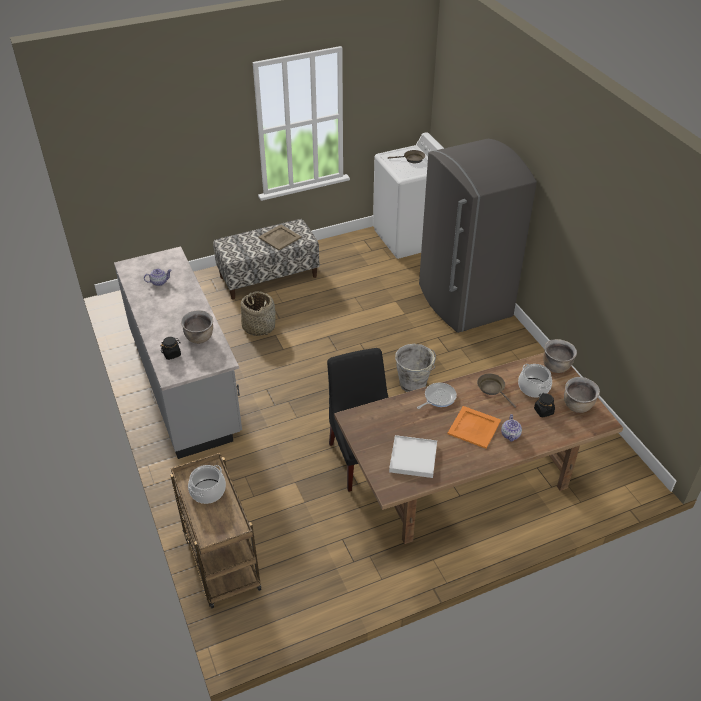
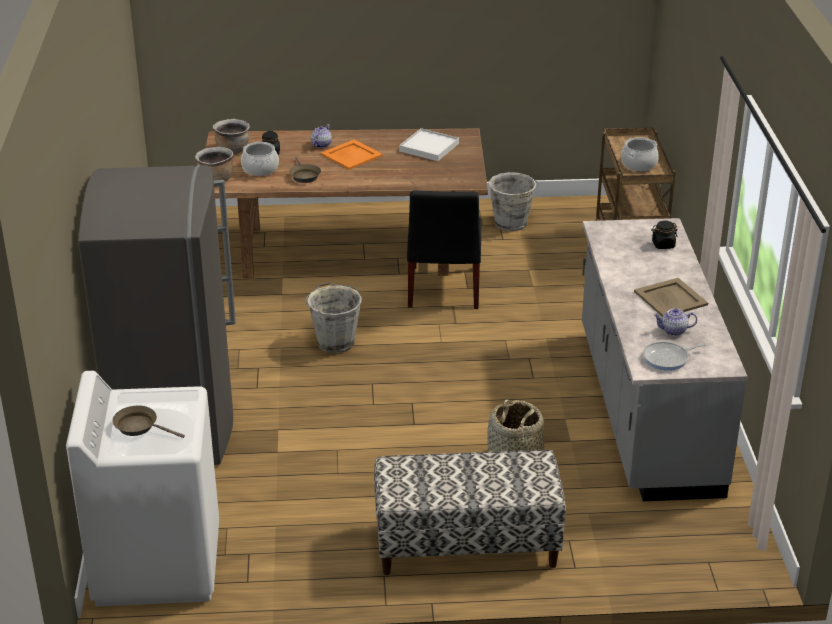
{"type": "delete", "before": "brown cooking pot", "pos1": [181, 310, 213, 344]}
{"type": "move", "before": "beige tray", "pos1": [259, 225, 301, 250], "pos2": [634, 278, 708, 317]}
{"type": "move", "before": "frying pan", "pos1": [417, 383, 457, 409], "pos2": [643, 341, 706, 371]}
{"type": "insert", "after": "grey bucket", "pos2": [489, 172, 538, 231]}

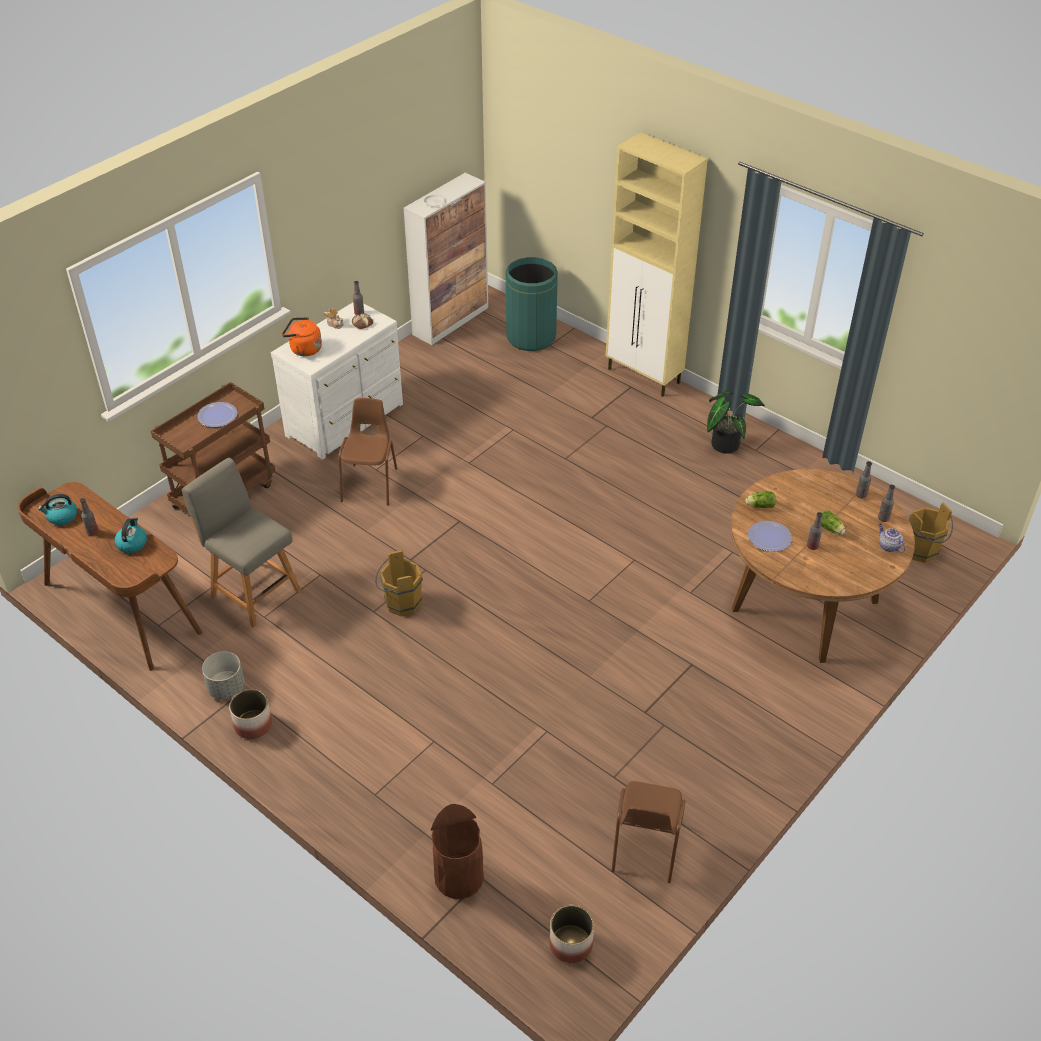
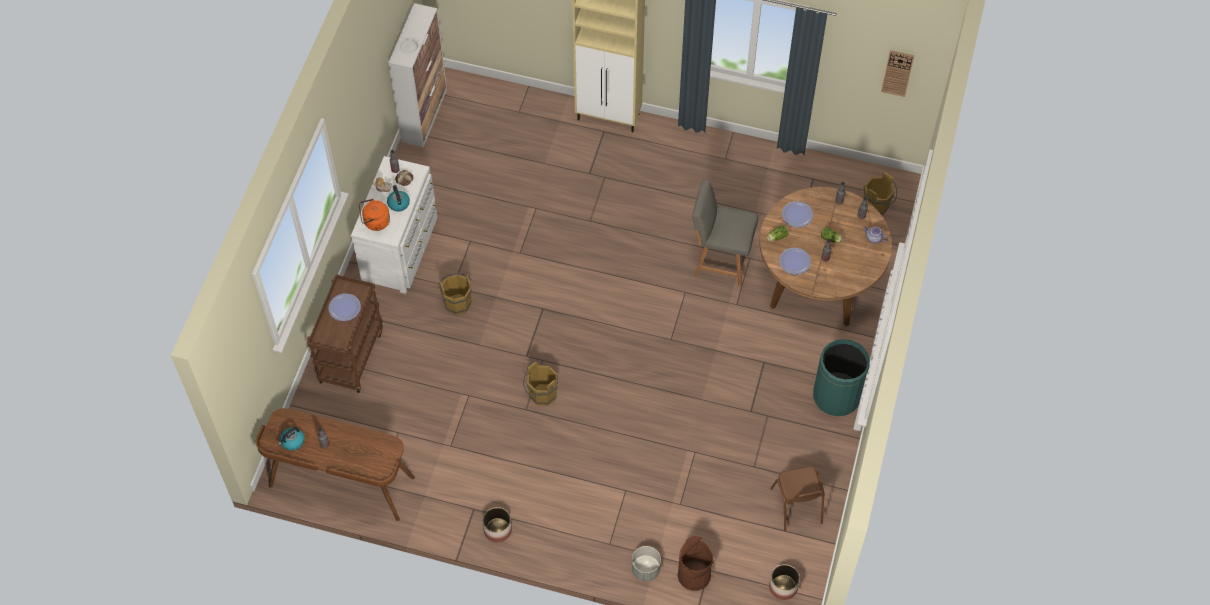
{"type": "move", "before": "kettle", "pos1": [115, 517, 147, 553], "pos2": [387, 185, 410, 212]}
{"type": "move", "before": "grey chair", "pos1": [182, 458, 301, 627], "pos2": [692, 179, 758, 286]}
{"type": "move", "before": "grey planter", "pos1": [202, 652, 245, 700], "pos2": [632, 546, 661, 582]}
{"type": "replace", "before": "brown chair", "after": "brown bucket", "pos1": [338, 398, 397, 506], "pos2": [438, 273, 472, 315]}
{"type": "move", "before": "green trash can", "pos1": [506, 257, 558, 351], "pos2": [813, 339, 870, 416]}
{"type": "delete", "before": "potted plant", "pos1": [707, 391, 765, 454]}
{"type": "insert", "after": "plate", "pos2": [782, 201, 813, 228]}
{"type": "insert", "after": "wall clock", "pos2": [881, 50, 914, 97]}

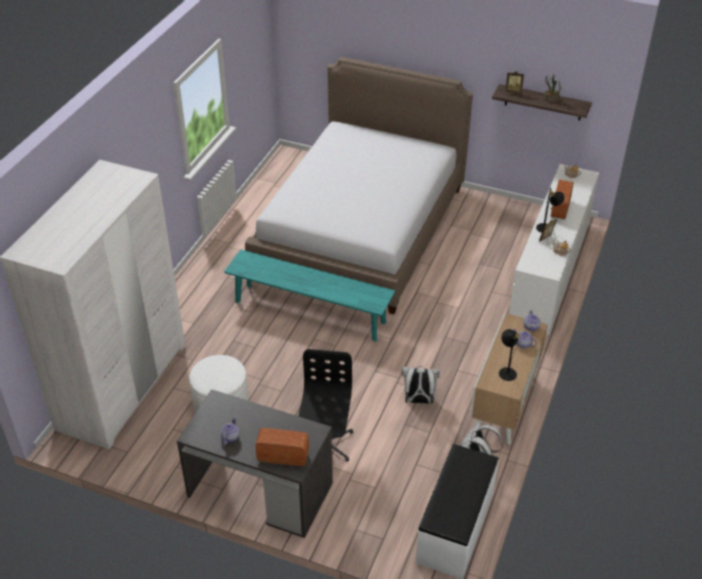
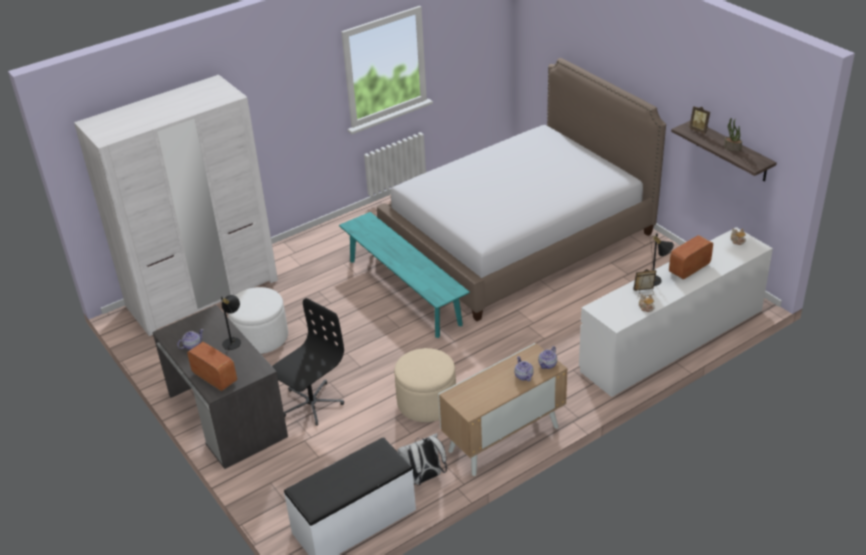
{"type": "replace", "before": "white backpack", "after": "beige ottoman", "pos1": [402, 366, 440, 404], "pos2": [394, 348, 456, 422]}
{"type": "move", "before": "black table lamp", "pos1": [499, 329, 520, 381], "pos2": [221, 295, 241, 350]}

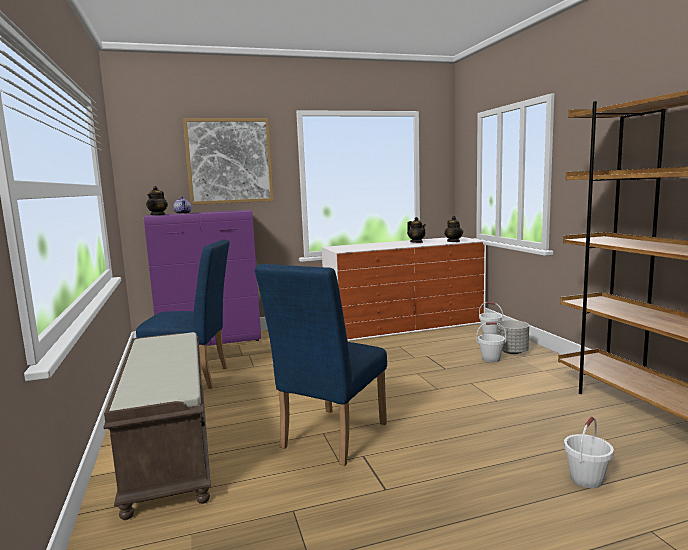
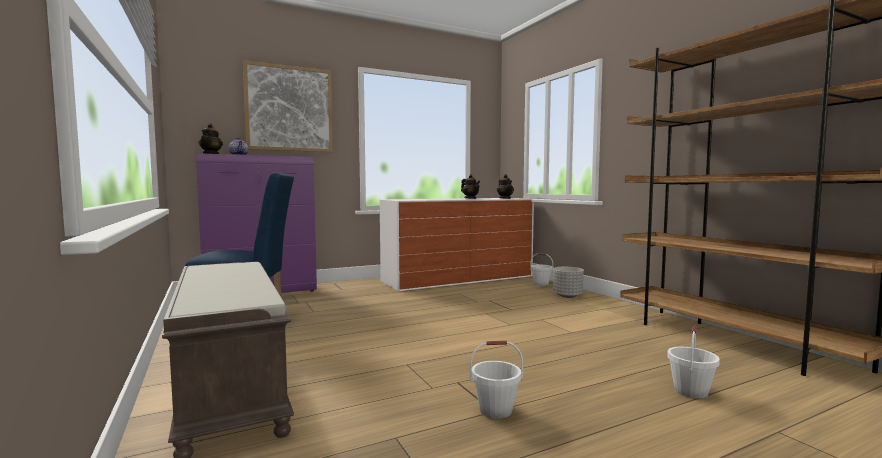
{"type": "delete", "before": "blue chair", "pos1": [255, 264, 387, 466]}
{"type": "move", "before": "white bucket", "pos1": [477, 322, 506, 362], "pos2": [469, 341, 523, 419]}

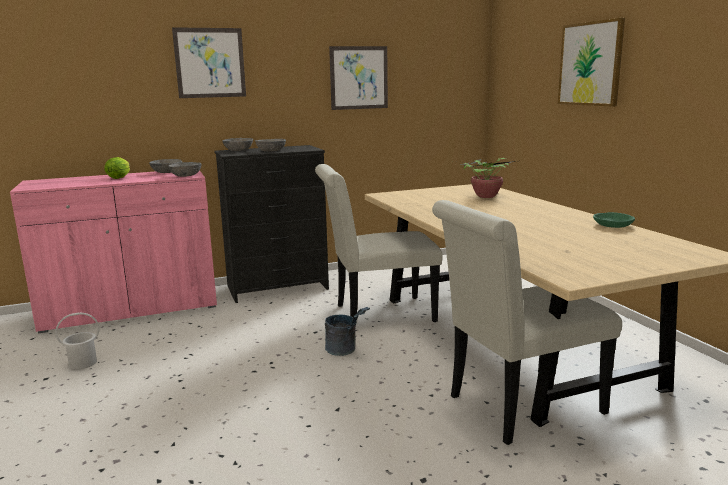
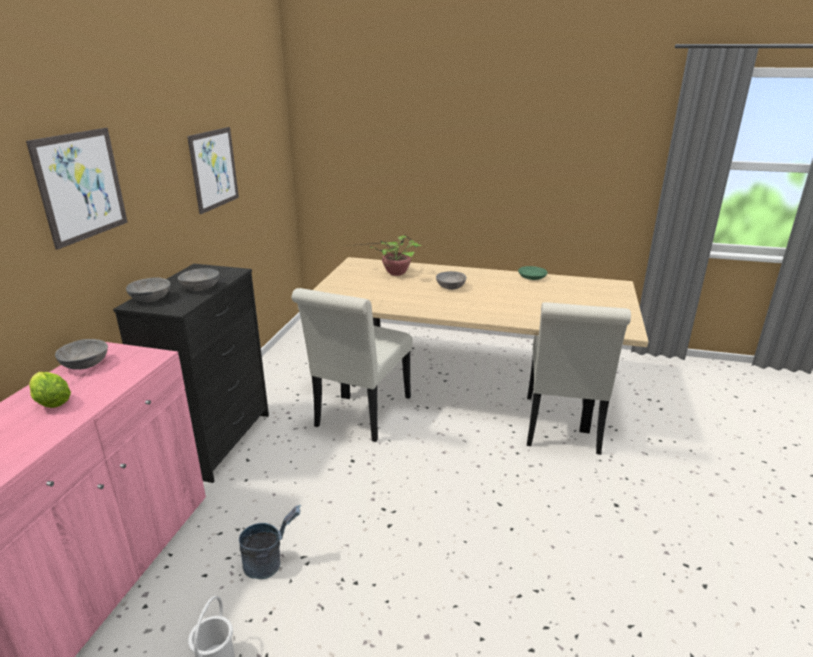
{"type": "move", "before": "grey bowl", "pos1": [168, 162, 201, 177], "pos2": [436, 271, 467, 290]}
{"type": "move", "before": "grey bucket", "pos1": [325, 307, 370, 356], "pos2": [239, 505, 301, 579]}
{"type": "delete", "before": "picture", "pos1": [558, 18, 625, 106]}

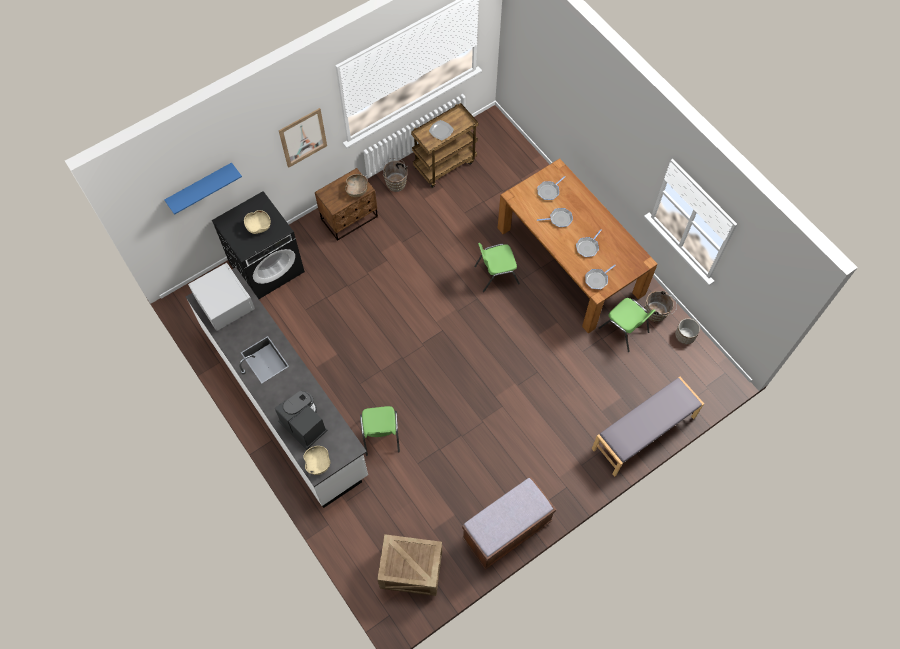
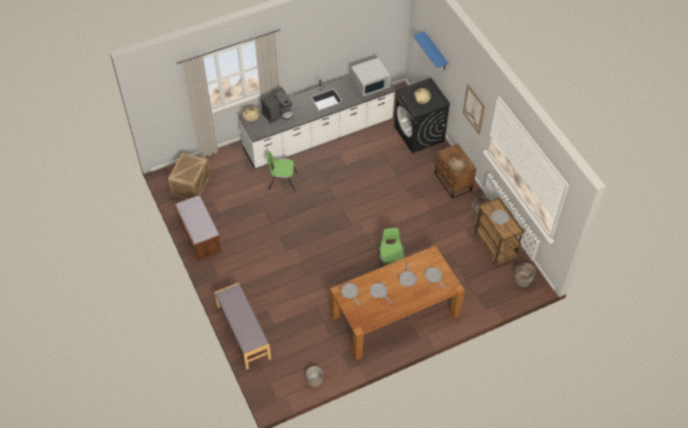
{"type": "delete", "before": "green chair", "pos1": [599, 298, 656, 352]}
{"type": "move", "before": "brown bucket", "pos1": [645, 291, 677, 322], "pos2": [514, 263, 536, 287]}

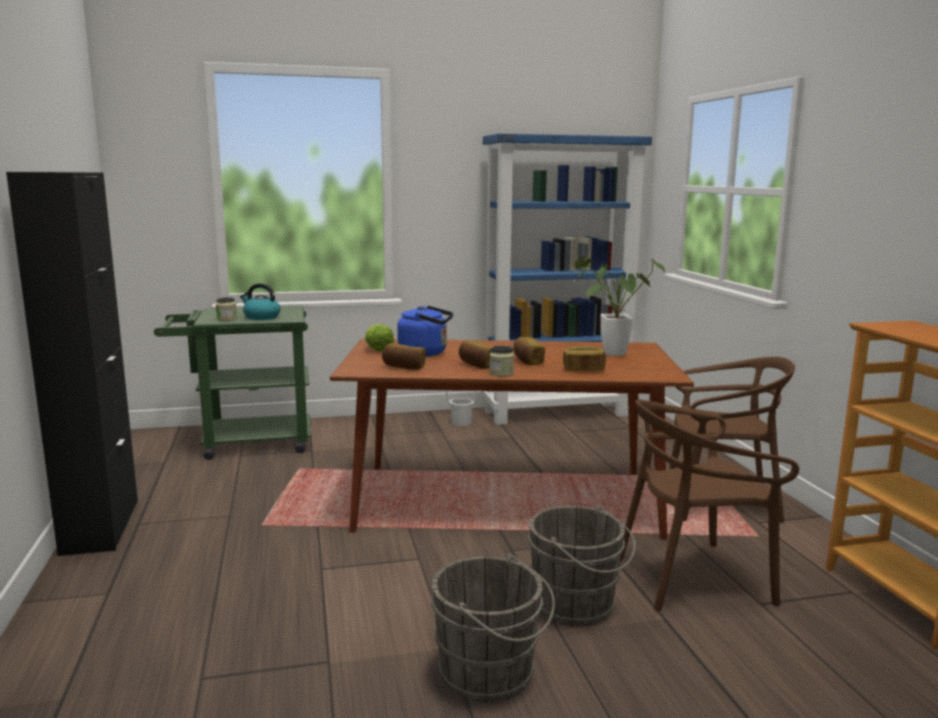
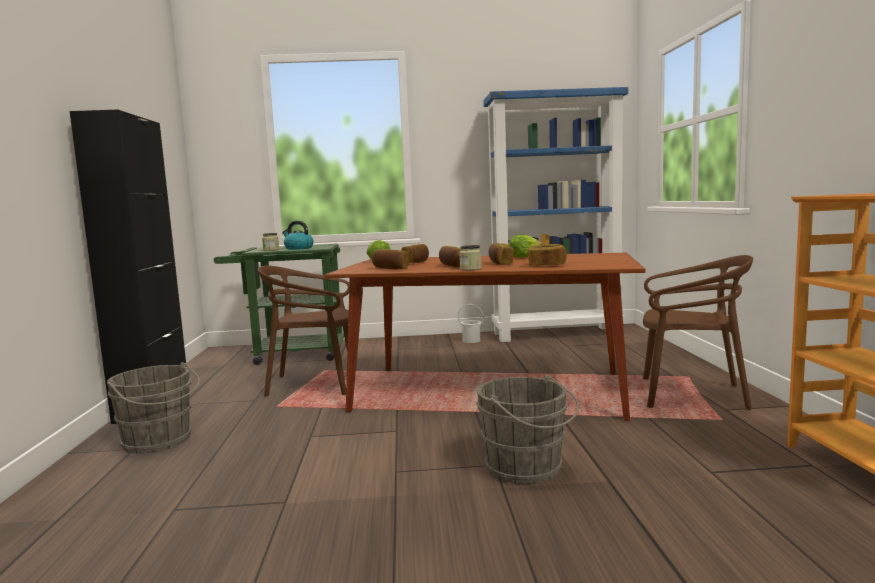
{"type": "replace", "before": "blue kettle", "after": "bread", "pos1": [397, 306, 453, 357], "pos2": [402, 244, 429, 263]}
{"type": "move", "before": "grey bucket", "pos1": [431, 554, 555, 703], "pos2": [107, 362, 200, 454]}
{"type": "delete", "before": "potted plant", "pos1": [574, 256, 666, 356]}
{"type": "move", "before": "brown chair", "pos1": [620, 399, 799, 611], "pos2": [258, 265, 357, 397]}
{"type": "insert", "after": "lettuce", "pos2": [508, 235, 541, 258]}

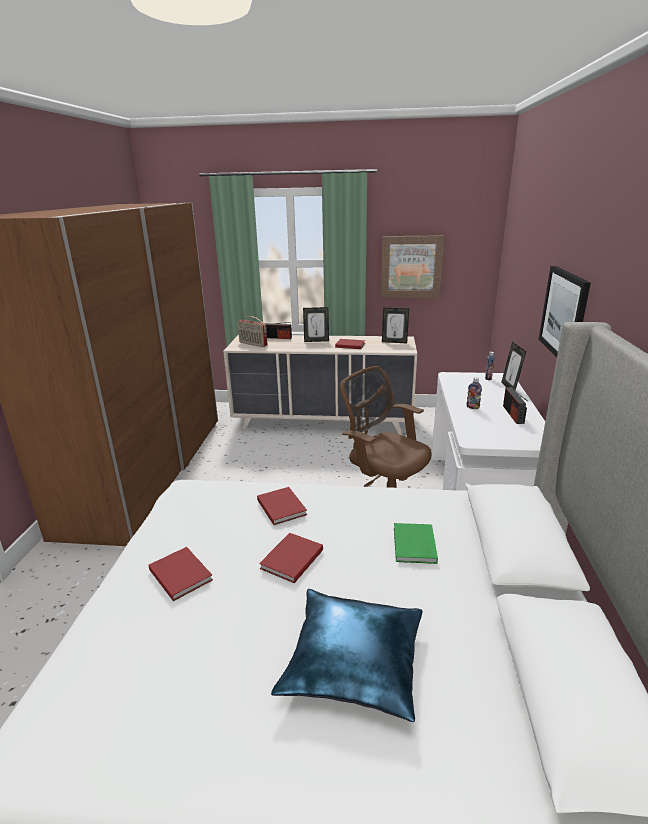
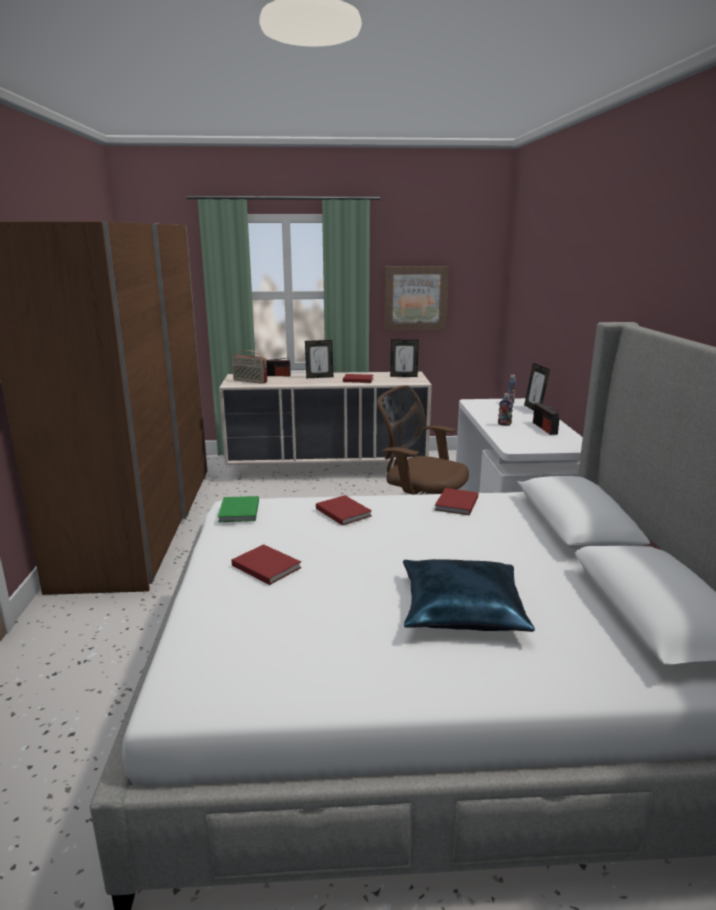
{"type": "move", "before": "red book", "pos1": [259, 533, 323, 583], "pos2": [435, 488, 478, 515]}
{"type": "move", "before": "green book", "pos1": [394, 523, 438, 564], "pos2": [218, 496, 259, 522]}
{"type": "delete", "before": "picture", "pos1": [539, 266, 591, 358]}

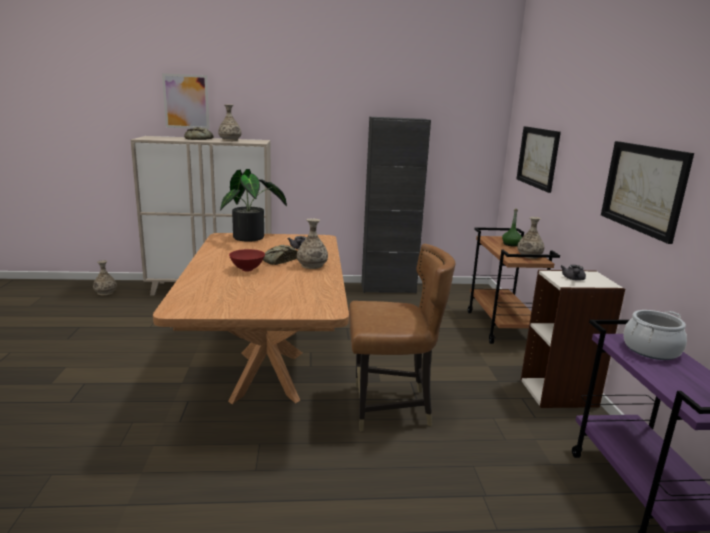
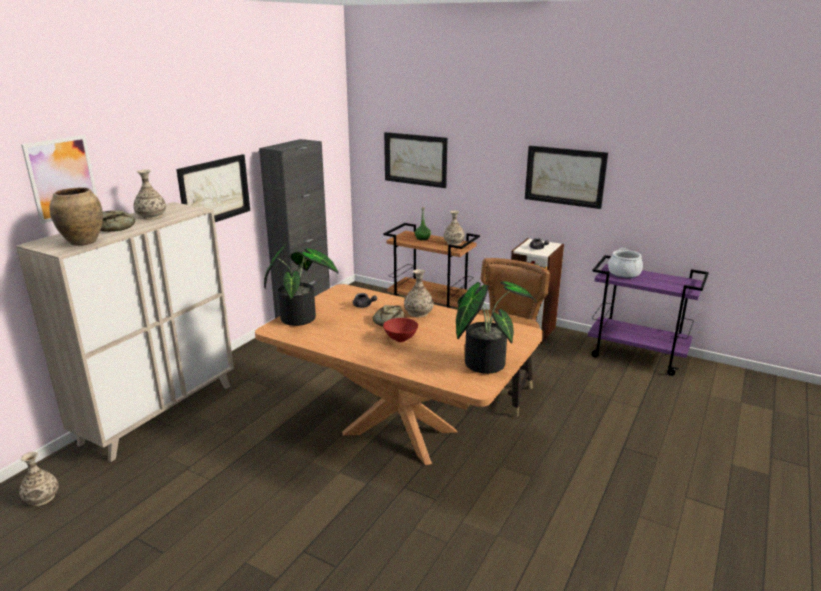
{"type": "insert", "after": "brown vase", "pos2": [49, 187, 103, 246]}
{"type": "insert", "after": "picture", "pos2": [176, 154, 250, 222]}
{"type": "insert", "after": "potted plant", "pos2": [456, 281, 536, 374]}

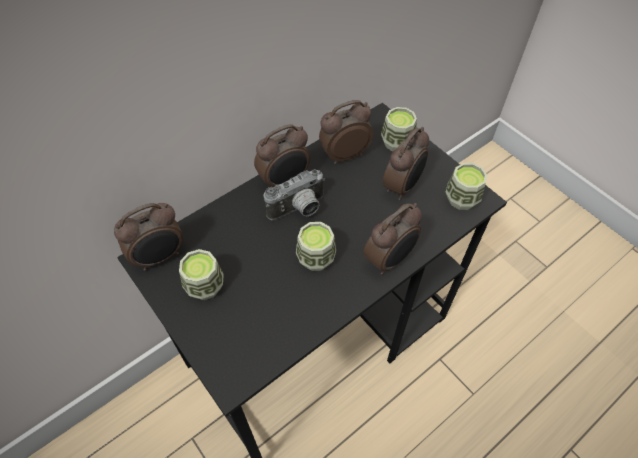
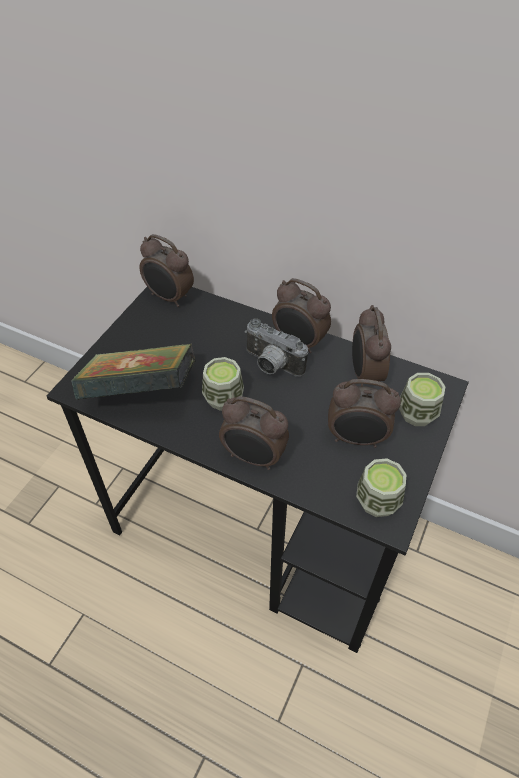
{"type": "delete", "before": "cup", "pos1": [179, 249, 224, 300]}
{"type": "rotate", "before": "alarm clock", "pos1": [319, 100, 373, 164], "pos2": [352, 305, 391, 386], "turn": -135}
{"type": "insert", "after": "book", "pos2": [71, 344, 196, 400]}

